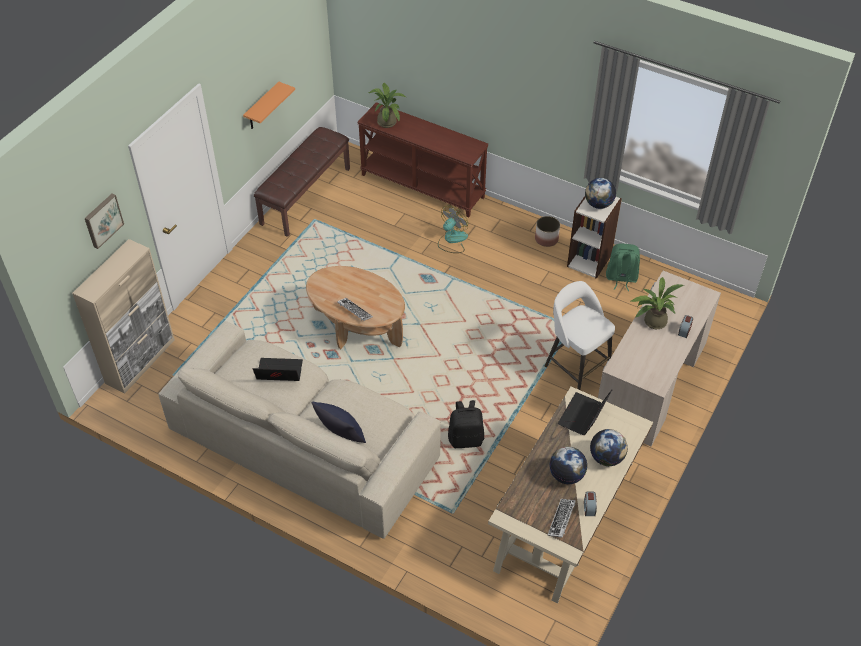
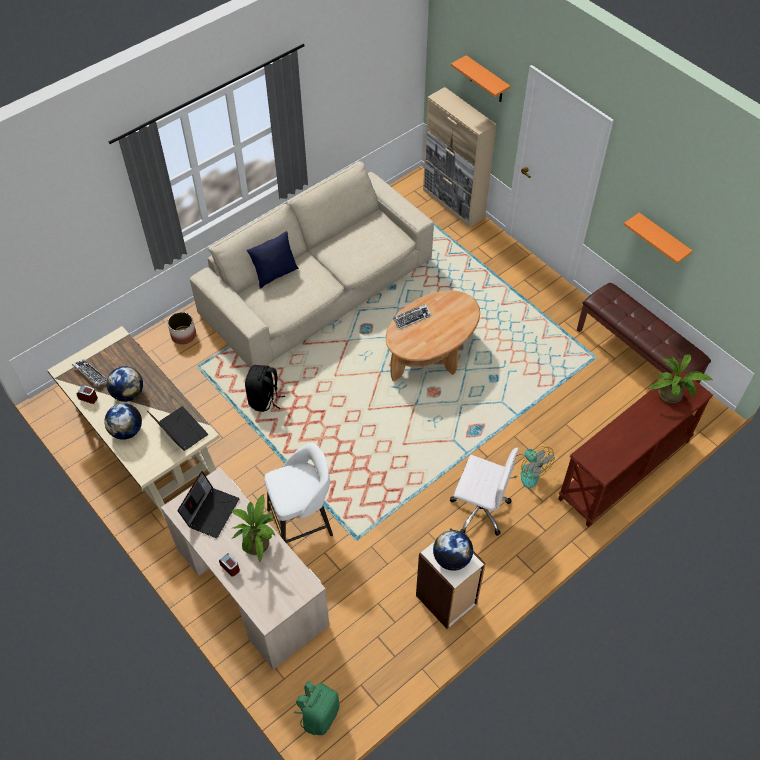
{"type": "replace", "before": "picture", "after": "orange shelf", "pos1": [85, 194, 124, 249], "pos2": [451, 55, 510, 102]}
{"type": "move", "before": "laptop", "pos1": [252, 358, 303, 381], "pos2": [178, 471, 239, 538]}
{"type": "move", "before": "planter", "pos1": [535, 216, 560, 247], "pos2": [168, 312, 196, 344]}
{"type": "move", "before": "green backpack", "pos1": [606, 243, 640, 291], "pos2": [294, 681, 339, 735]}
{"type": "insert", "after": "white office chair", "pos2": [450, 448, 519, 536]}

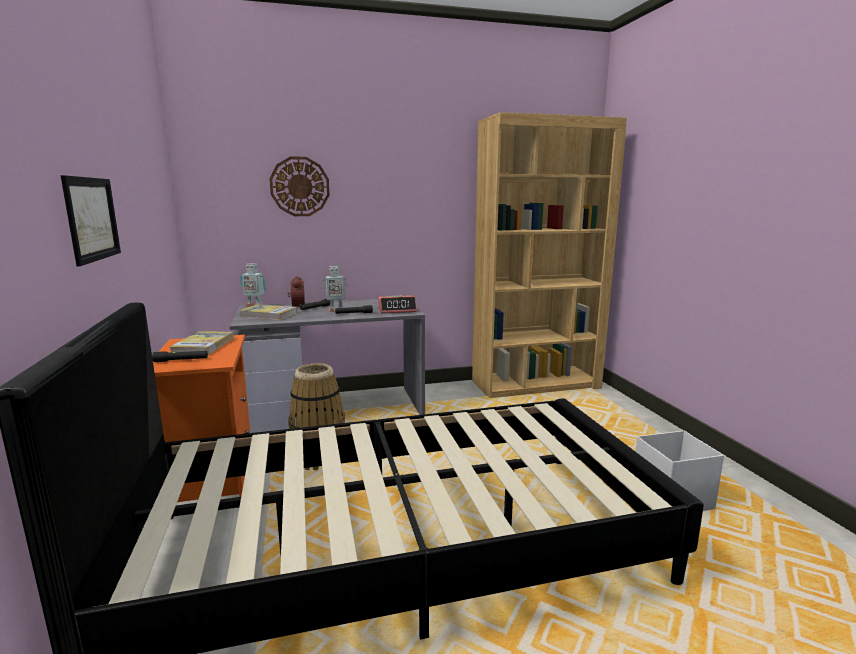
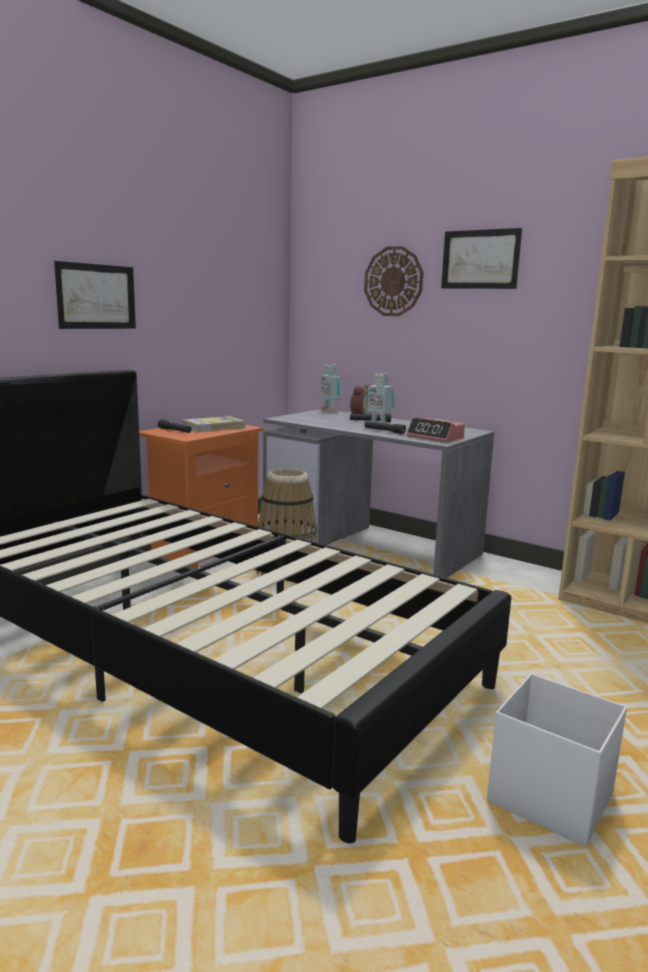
{"type": "delete", "before": "book", "pos1": [239, 304, 297, 320]}
{"type": "insert", "after": "picture", "pos2": [441, 228, 522, 289]}

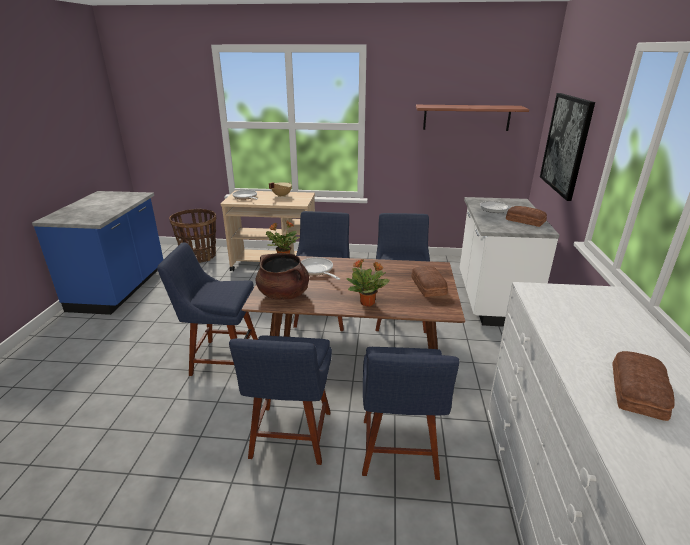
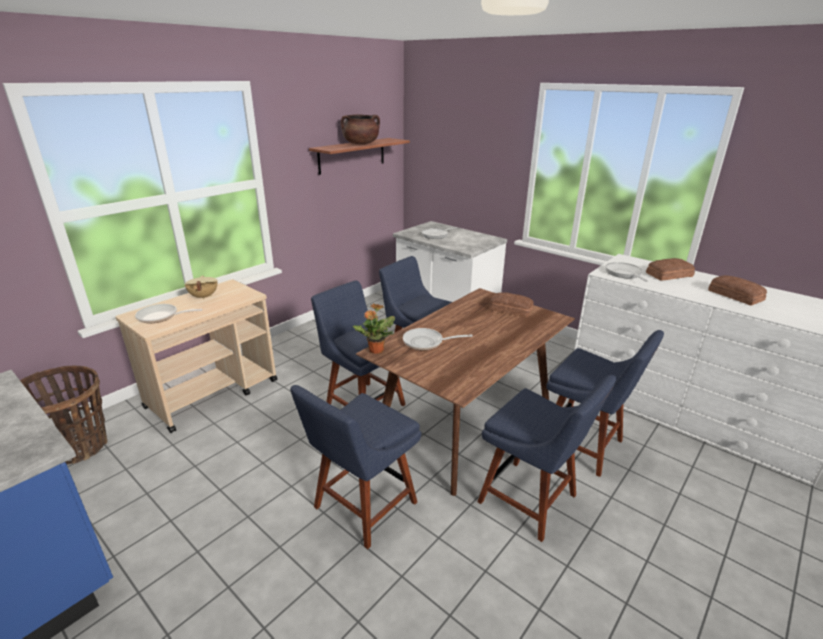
{"type": "move", "before": "brown cooking pot", "pos1": [256, 253, 309, 300], "pos2": [341, 114, 380, 144]}
{"type": "delete", "before": "potted plant", "pos1": [347, 259, 390, 307]}
{"type": "move", "before": "bread", "pos1": [506, 206, 547, 227], "pos2": [646, 258, 695, 280]}
{"type": "delete", "before": "picture", "pos1": [540, 93, 595, 201]}
{"type": "insert", "after": "frying pan", "pos2": [605, 262, 648, 282]}

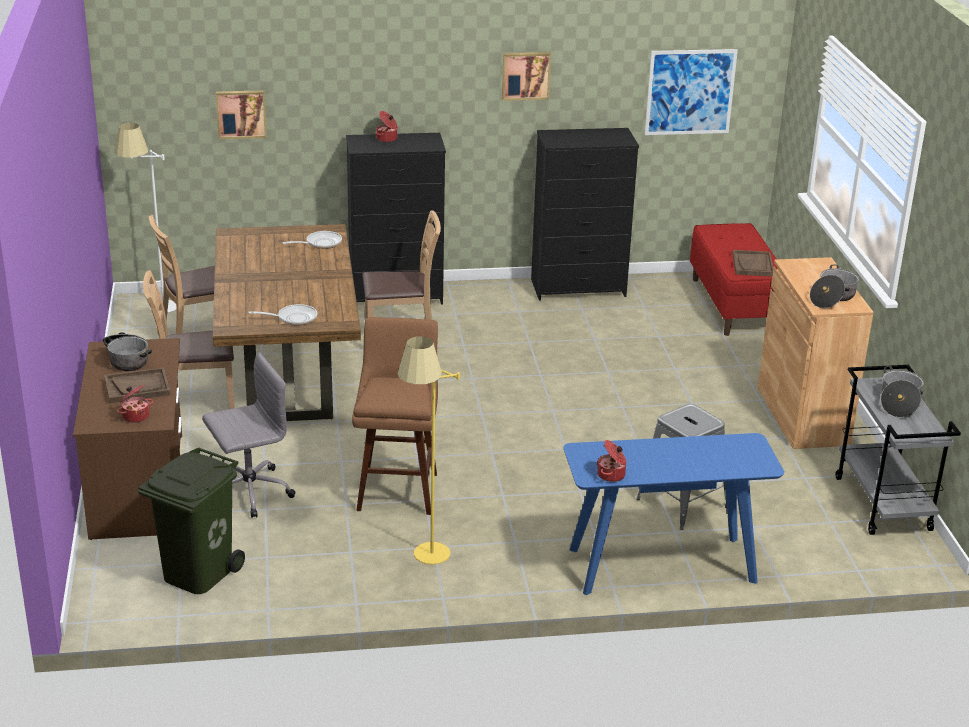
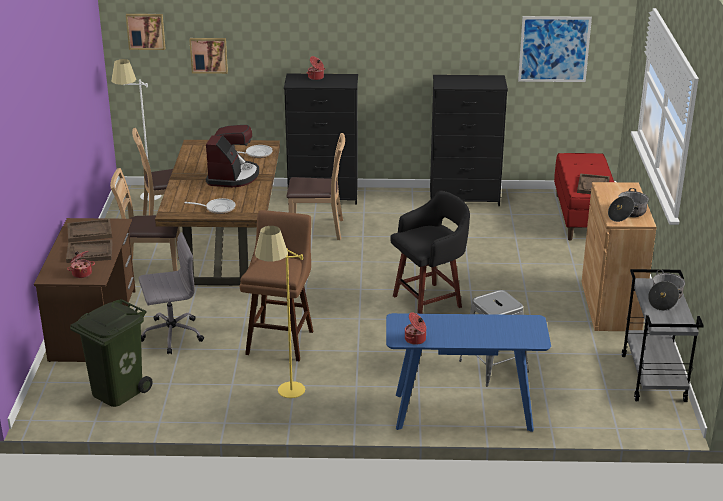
{"type": "replace", "before": "cooking pot", "after": "brown tray", "pos1": [103, 332, 152, 371], "pos2": [67, 219, 112, 242]}
{"type": "move", "before": "picture", "pos1": [502, 52, 551, 101], "pos2": [126, 14, 166, 50]}
{"type": "insert", "after": "coffee machine", "pos2": [206, 125, 259, 187]}
{"type": "insert", "after": "black stool", "pos2": [391, 190, 470, 314]}

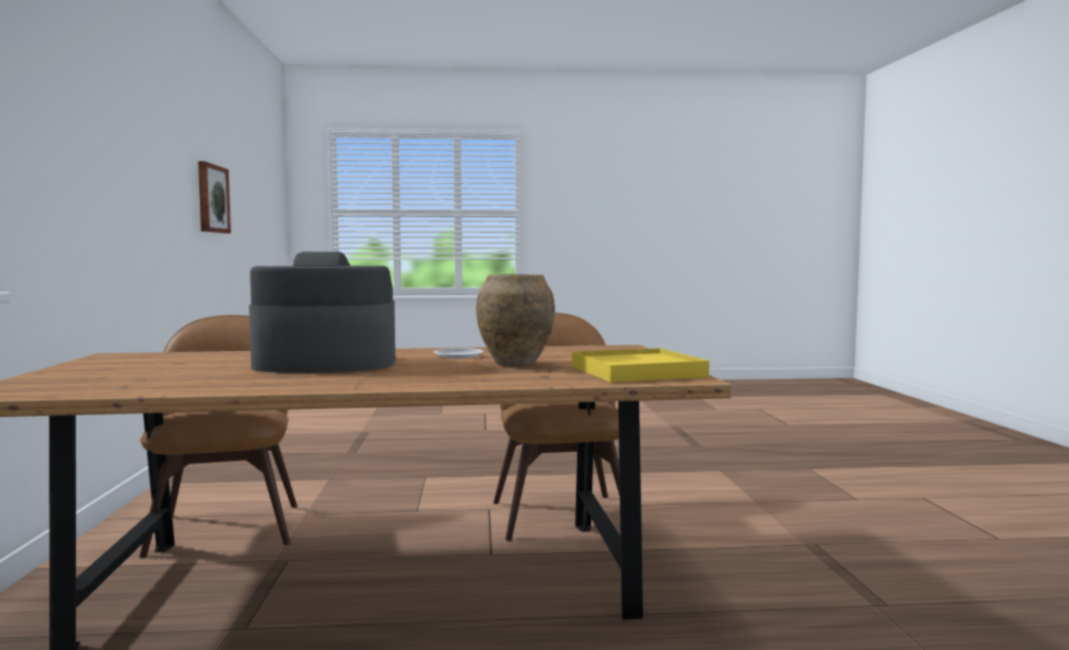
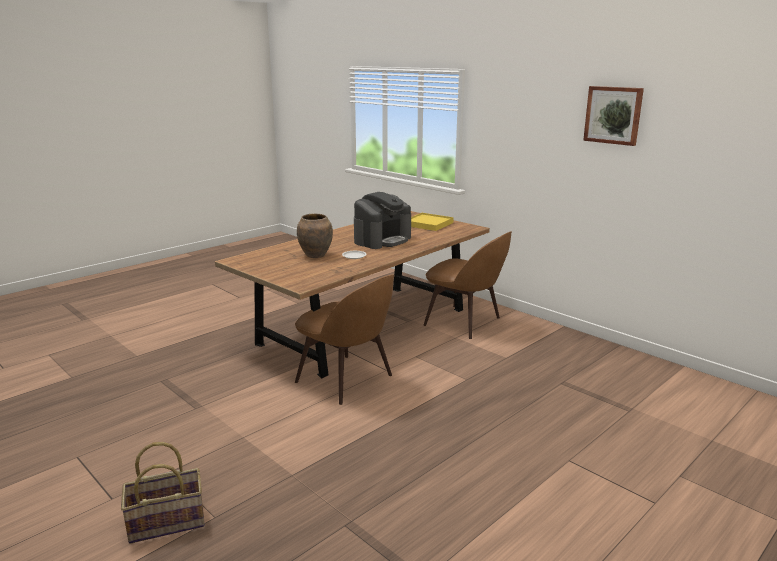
{"type": "move", "before": "picture", "pos1": [198, 161, 231, 233], "pos2": [583, 86, 644, 146]}
{"type": "move", "before": "yellow tray", "pos1": [572, 348, 709, 382], "pos2": [411, 213, 454, 231]}
{"type": "insert", "after": "basket", "pos2": [121, 442, 205, 544]}

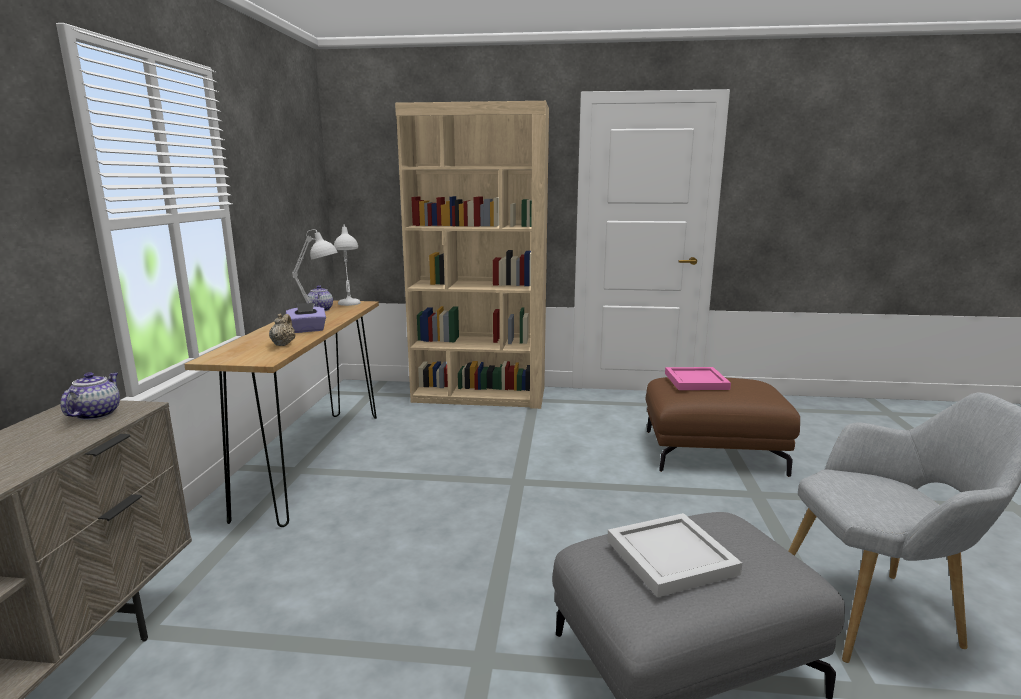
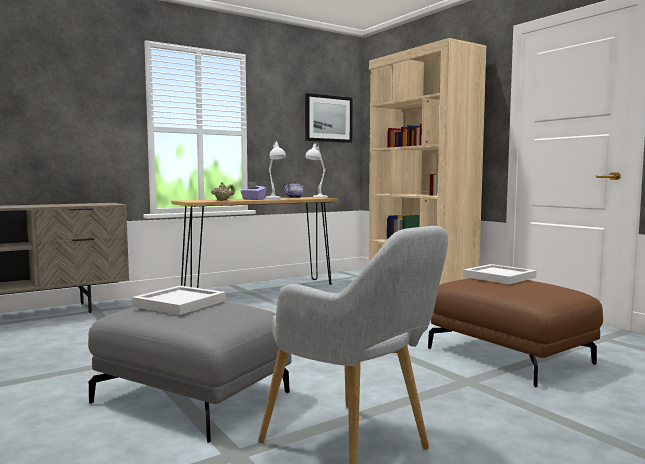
{"type": "delete", "before": "teapot", "pos1": [60, 372, 120, 420]}
{"type": "recolor", "before": "pink tray", "after": "white tray", "pos1": [665, 367, 731, 390], "pos2": [463, 264, 536, 284]}
{"type": "insert", "after": "picture", "pos2": [305, 93, 353, 143]}

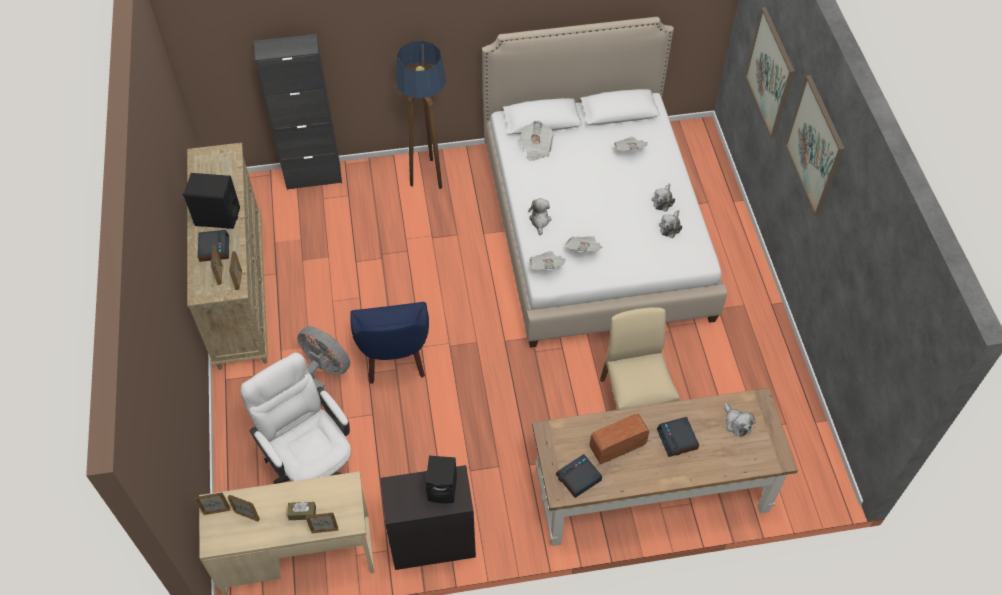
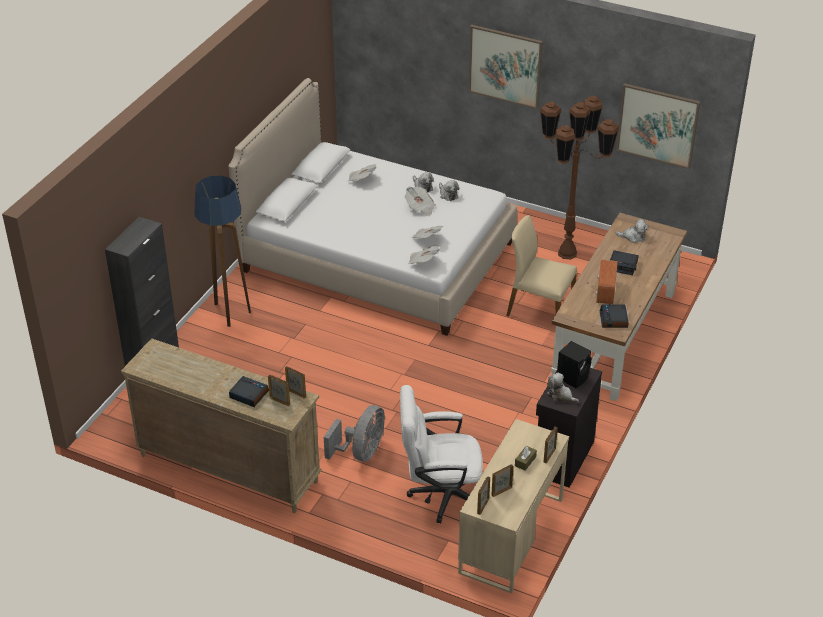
{"type": "delete", "before": "black speaker", "pos1": [182, 173, 240, 229]}
{"type": "rotate", "before": "grey fan", "pos1": [297, 326, 350, 406], "pos2": [324, 405, 385, 461], "turn": 135}
{"type": "delete", "before": "blue armchair", "pos1": [350, 302, 429, 384]}
{"type": "move", "before": "newspaper", "pos1": [519, 121, 554, 161], "pos2": [405, 187, 436, 216]}
{"type": "move", "before": "plush toy", "pos1": [528, 198, 551, 235], "pos2": [547, 373, 579, 403]}
{"type": "move", "before": "picture", "pos1": [745, 7, 795, 138], "pos2": [616, 83, 700, 169]}
{"type": "insert", "after": "brown floor lamp", "pos2": [540, 96, 619, 260]}

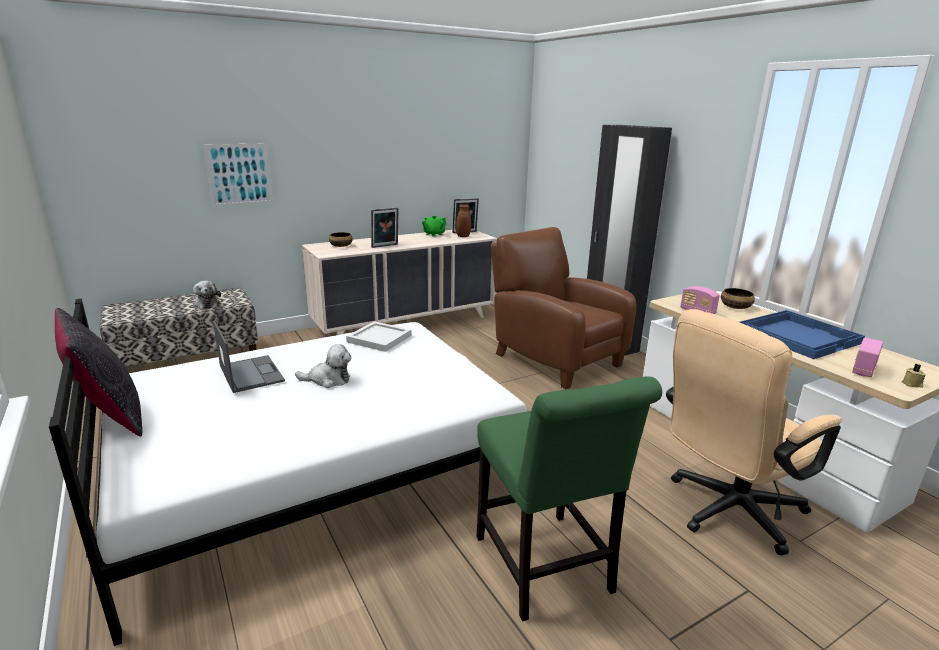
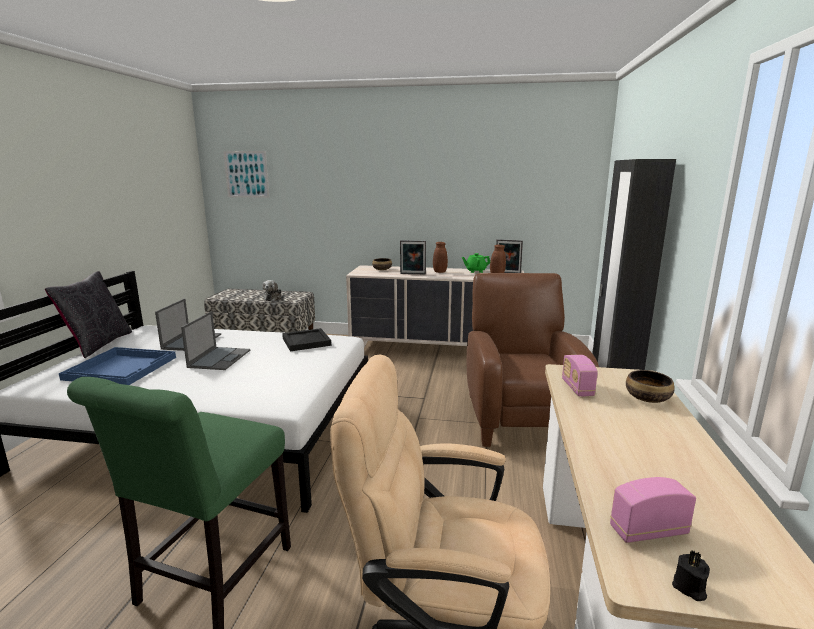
{"type": "move", "before": "picture", "pos1": [203, 143, 273, 206], "pos2": [223, 151, 270, 198]}
{"type": "replace", "before": "plush toy", "after": "laptop", "pos1": [295, 344, 351, 388], "pos2": [181, 311, 250, 370]}
{"type": "recolor", "before": "white tray", "after": "black tray", "pos1": [346, 321, 412, 352], "pos2": [282, 328, 331, 352]}
{"type": "move", "before": "blue tray", "pos1": [740, 310, 865, 359], "pos2": [59, 347, 176, 385]}
{"type": "recolor", "before": "beige candle", "after": "black candle", "pos1": [902, 364, 926, 388], "pos2": [672, 551, 710, 601]}
{"type": "insert", "after": "brown vase", "pos2": [433, 242, 448, 273]}

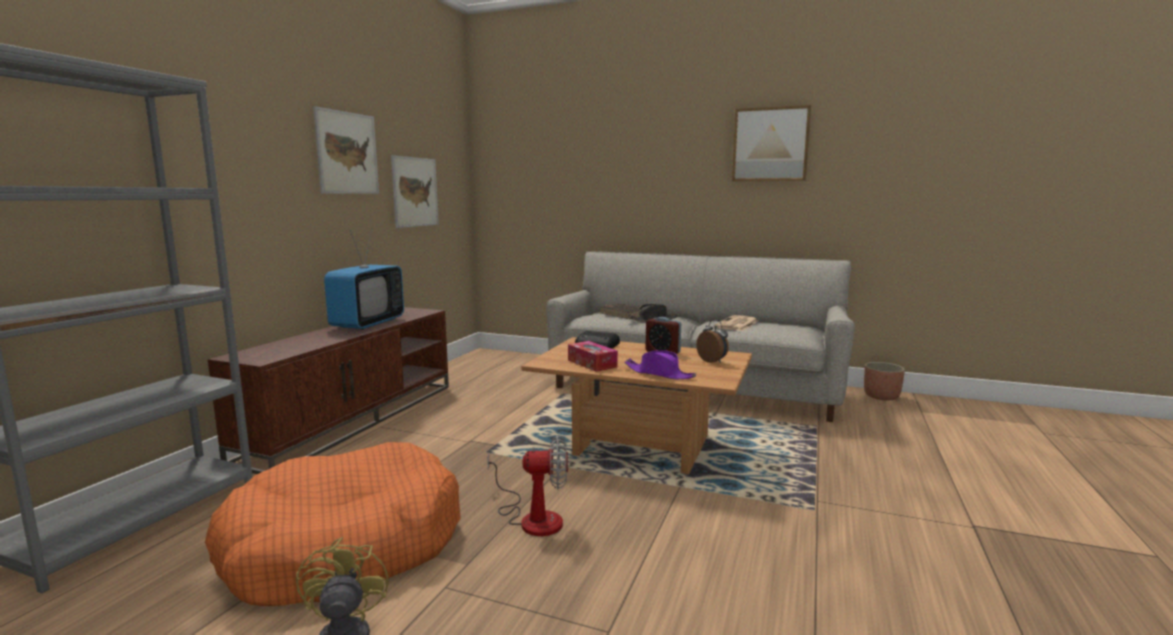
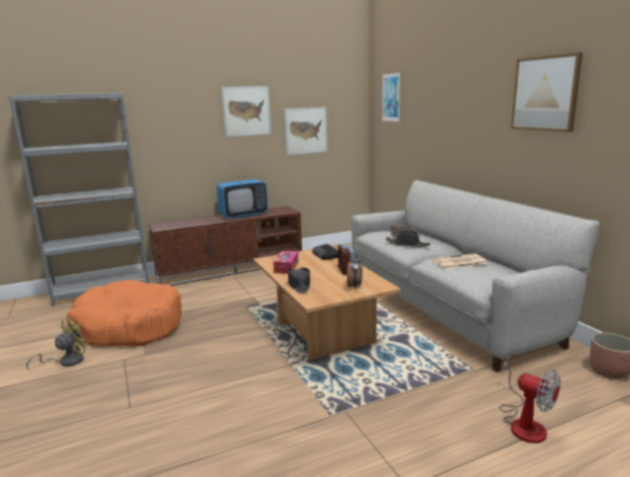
{"type": "move", "before": "fan", "pos1": [487, 435, 568, 536], "pos2": [500, 360, 561, 443]}
{"type": "recolor", "before": "purple hat", "after": "black hat", "pos1": [624, 350, 696, 379], "pos2": [288, 268, 311, 293]}
{"type": "insert", "after": "picture", "pos2": [382, 72, 401, 122]}

